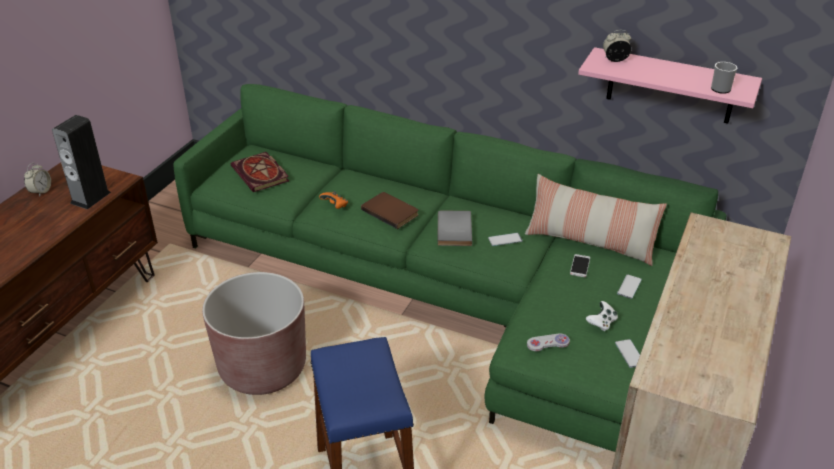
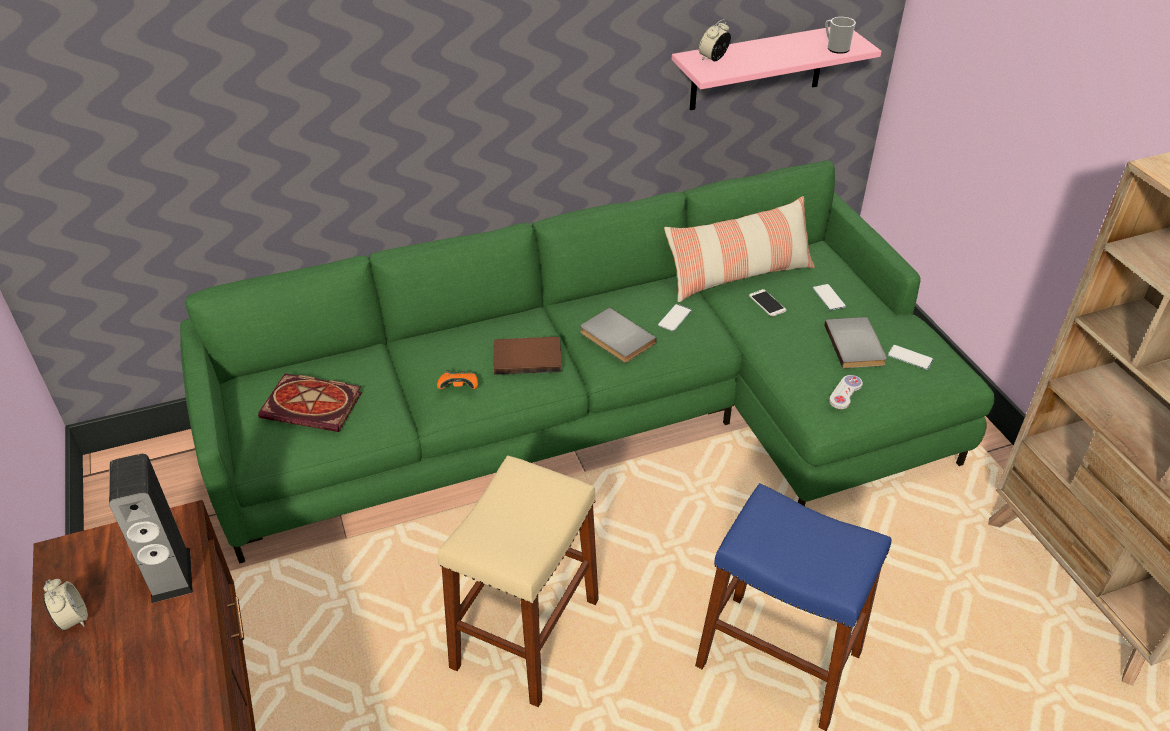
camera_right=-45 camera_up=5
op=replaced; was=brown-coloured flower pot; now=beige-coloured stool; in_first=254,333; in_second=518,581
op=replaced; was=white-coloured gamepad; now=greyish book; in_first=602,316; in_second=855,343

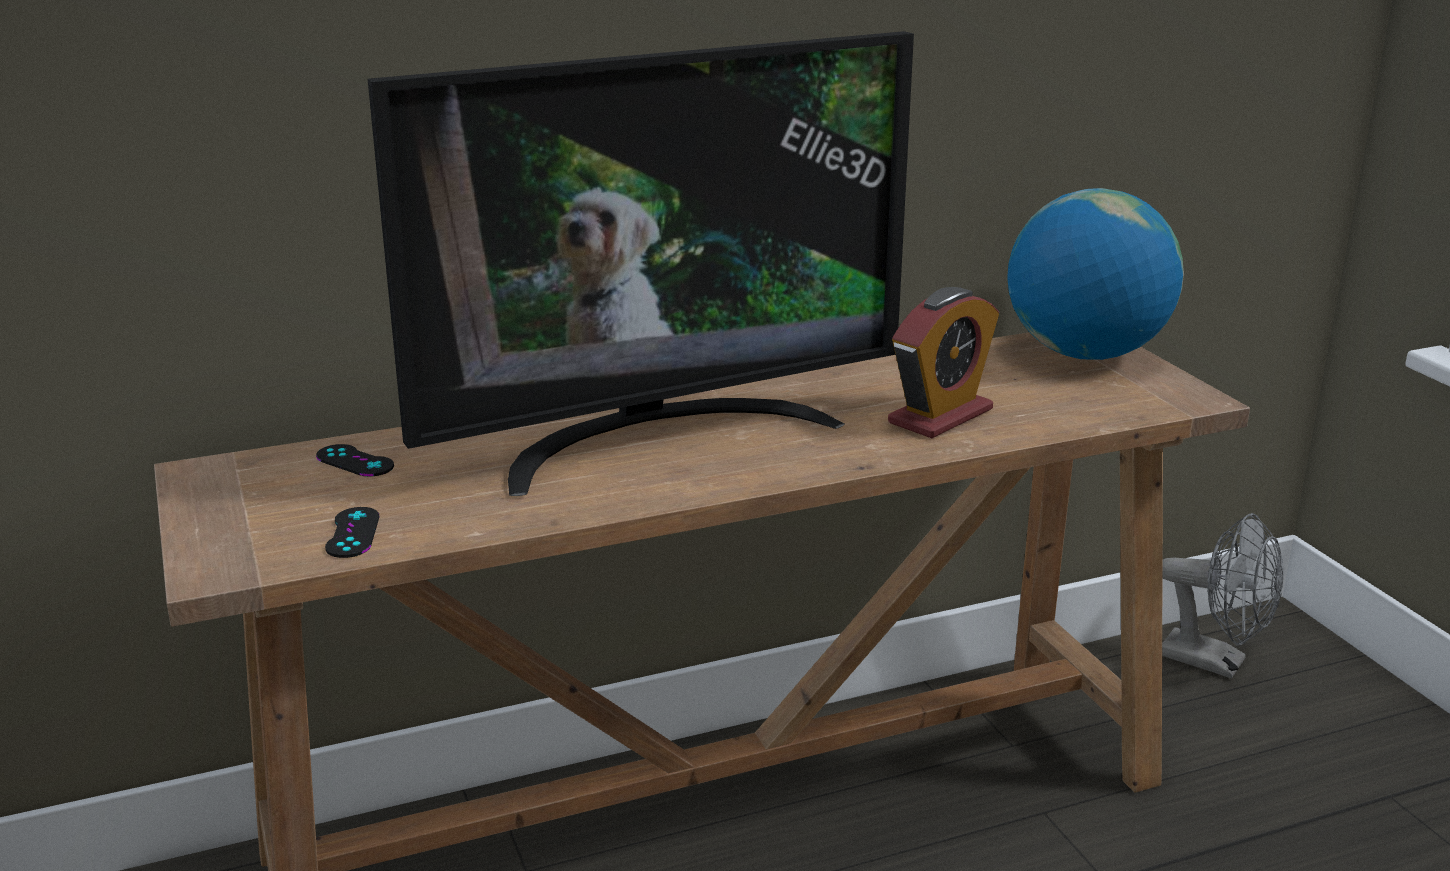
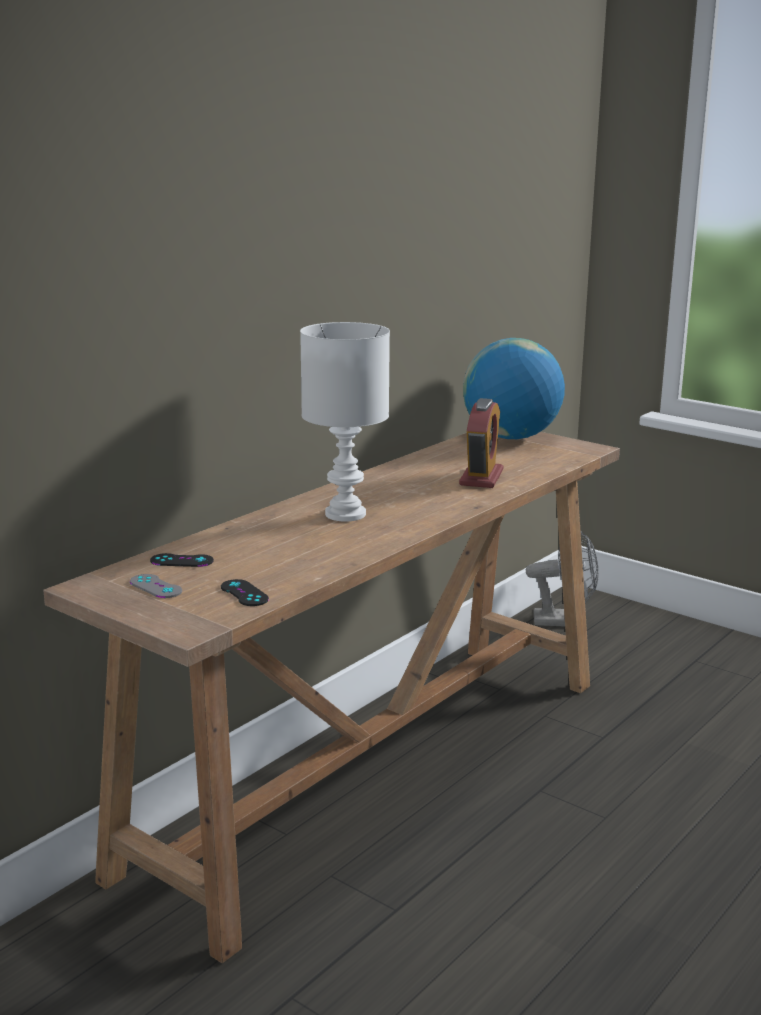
camera_right=-30 camera_up=-5
op=replaced; was=television; now=white-coloured table lamp; in_first=641,263; in_second=345,422
op=added; now=greyish gamepad; in_second=156,586

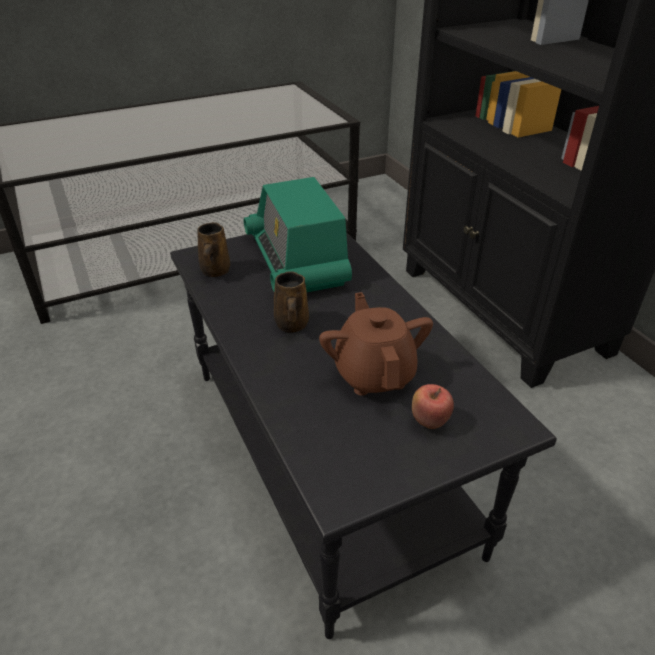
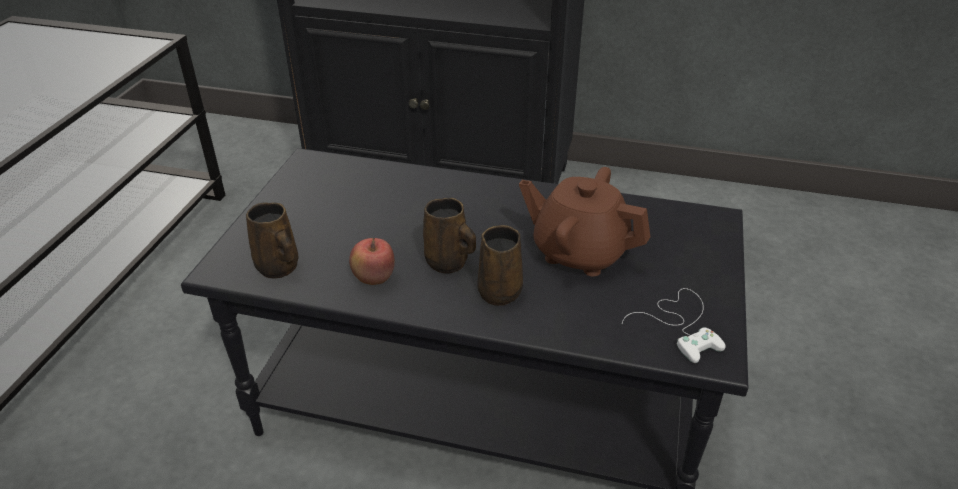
camera_right=-50 camera_up=0
op=removed; was=radio receiver; in_first=298,234
op=moved; was=apple fruit; in_first=433,406; in_second=372,261
op=added; now=brown-coloured tea mug; in_second=500,265
op=added; now=white-coloured gamepad; in_second=674,325

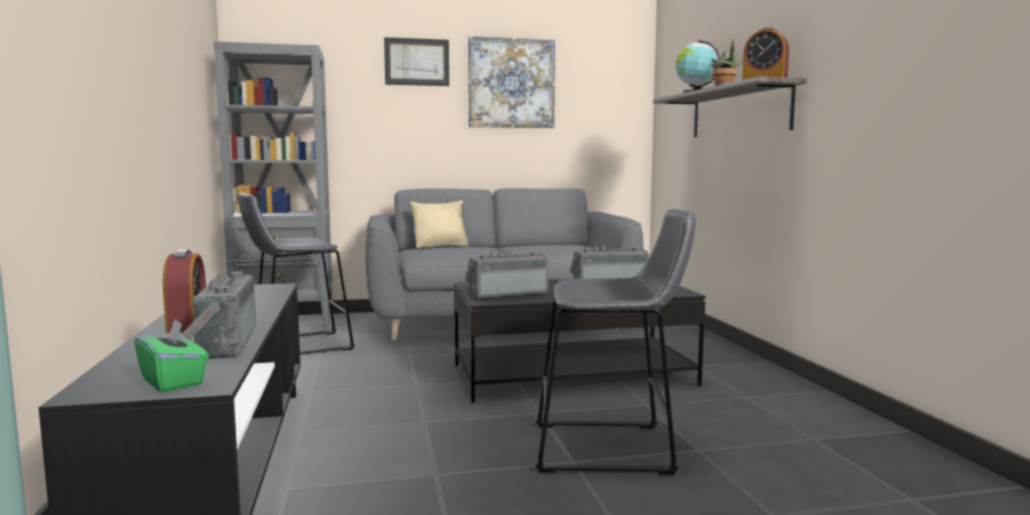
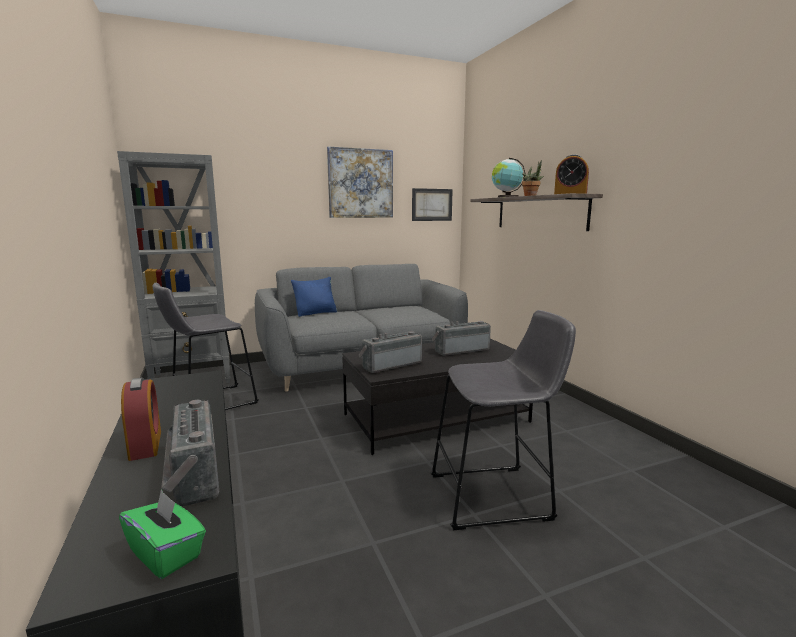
camera_right=-10 camera_up=5
op=moved; was=picture; in_first=416,61; in_second=432,204
op=recoloured; was=beige-coloured throw pillow; now=blue throw pillow; in_first=439,224; in_second=314,297

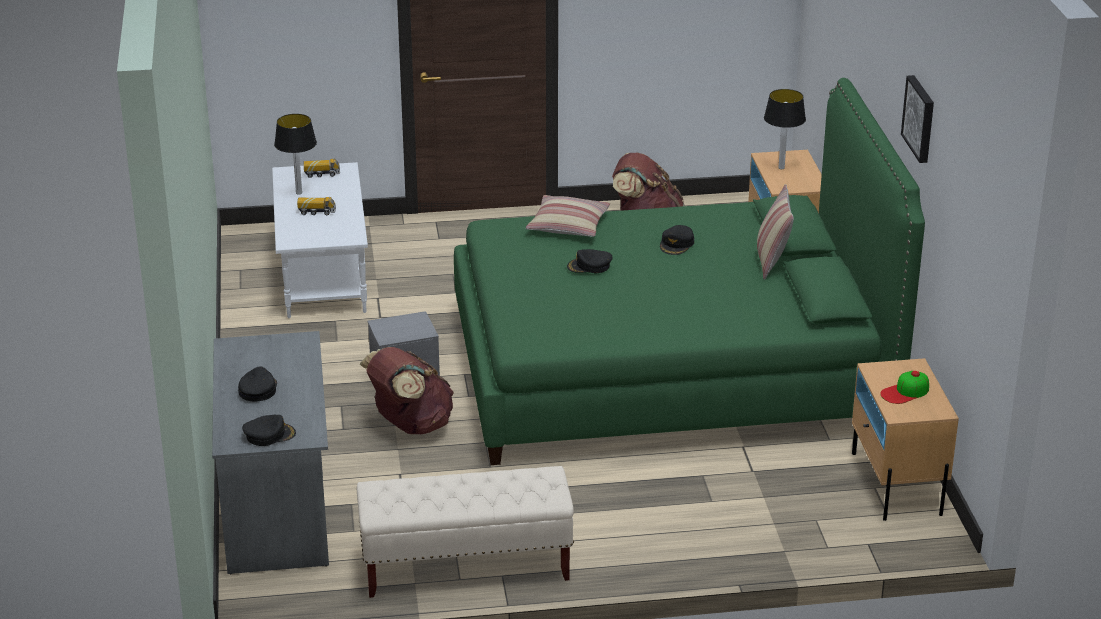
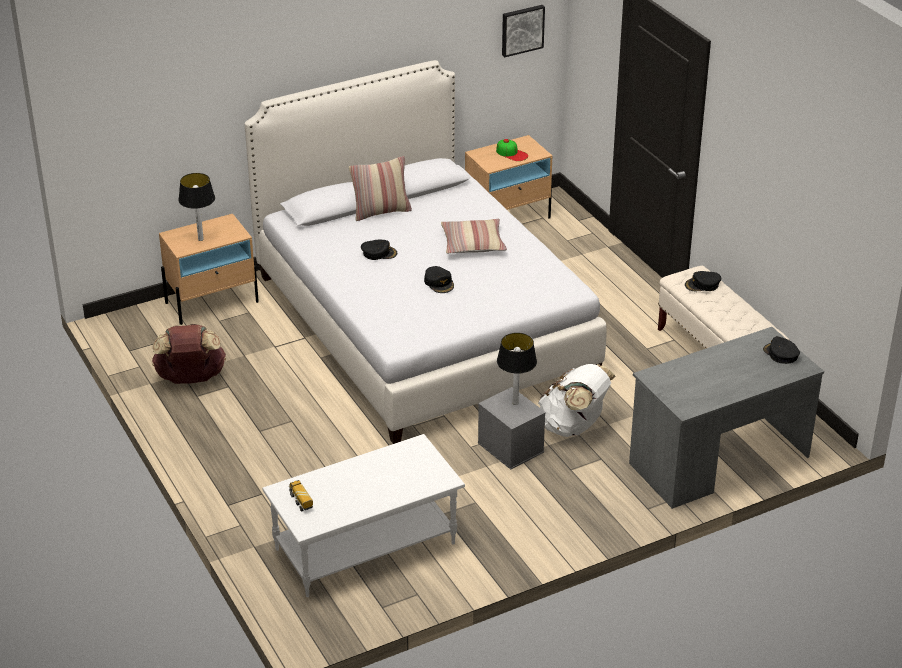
camera_right=-110 camera_up=5
op=moved; was=black cap; in_first=257,383; in_second=703,281
op=moved; was=table lamp; in_first=295,154; in_second=517,369
op=removed; was=toy truck; in_first=316,206
op=recoloured; was=brown-coloured knapsack; now=white-coloured knapsack; in_first=407,390; in_second=576,400
op=recoloured; was=green bedroom bed; now=white-coloured bedroom bed; in_first=689,271; in_second=425,252
op=moved; was=throw pillow; in_first=568,216; in_second=474,236
op=moved; was=picture; in_first=917,119; in_second=523,31

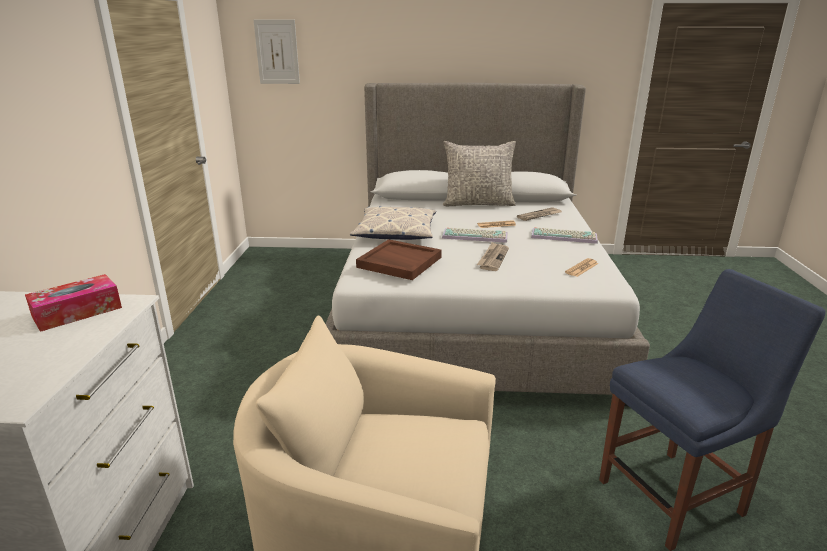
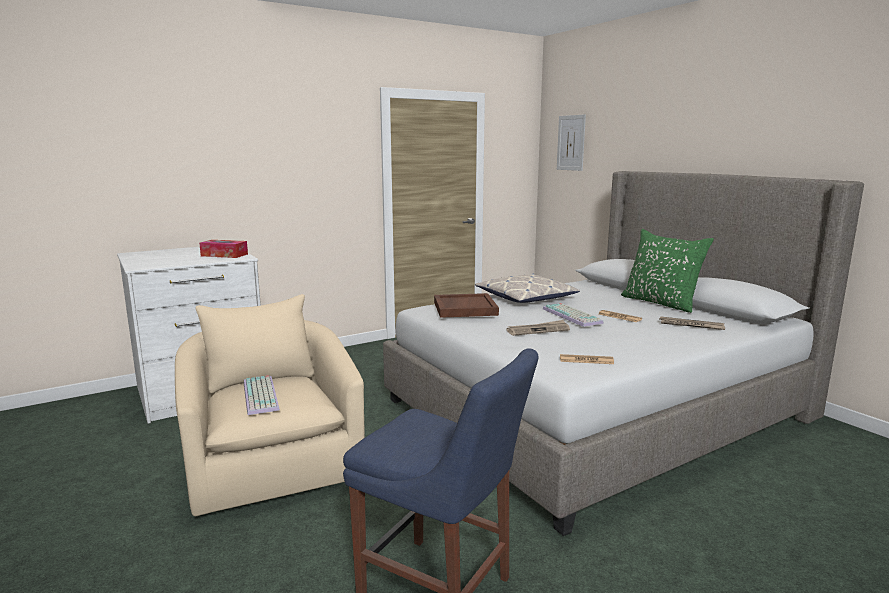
camera_right=55 camera_up=-10
op=recoloured; was=greyish throw pillow; now=green throw pillow; in_first=479,174; in_second=667,271
op=moved; was=computer keyboard; in_first=564,235; in_second=262,395

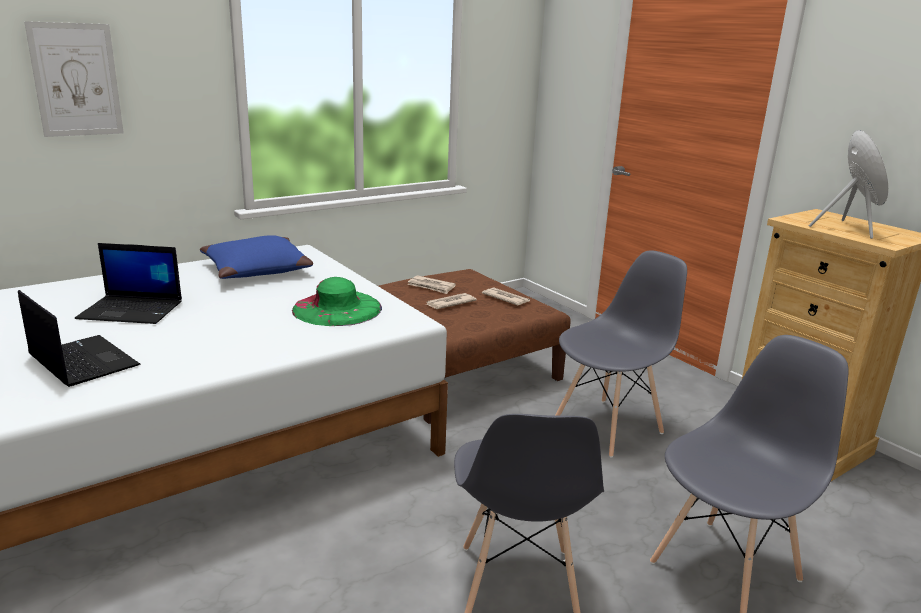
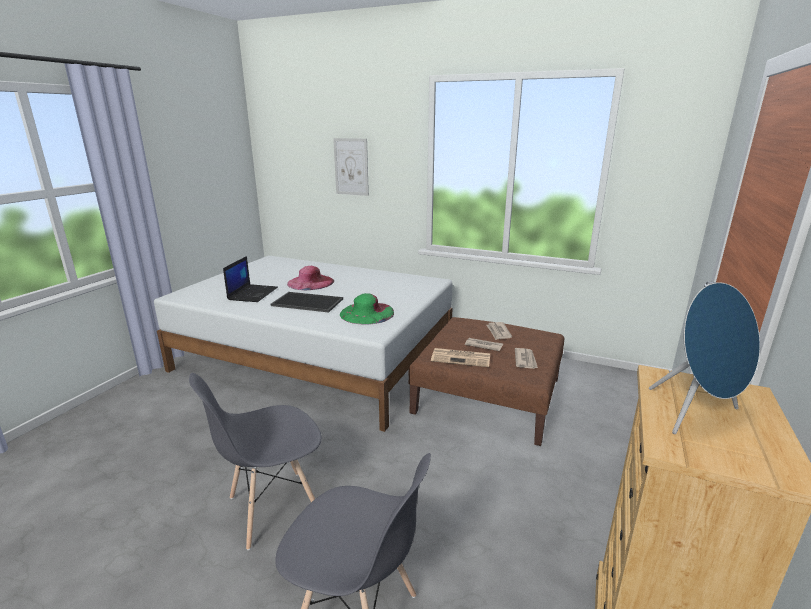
camera_right=60 camera_up=0
op=replaced; was=notebook computer; now=pink-coloured wearable hat; in_first=128,283; in_second=310,278
op=removed; was=blue throw pillow; in_first=256,257
op=removed; was=greyish plain chair; in_first=621,354
op=added; now=serving tray; in_second=307,302
op=added; now=newspaper; in_second=460,357

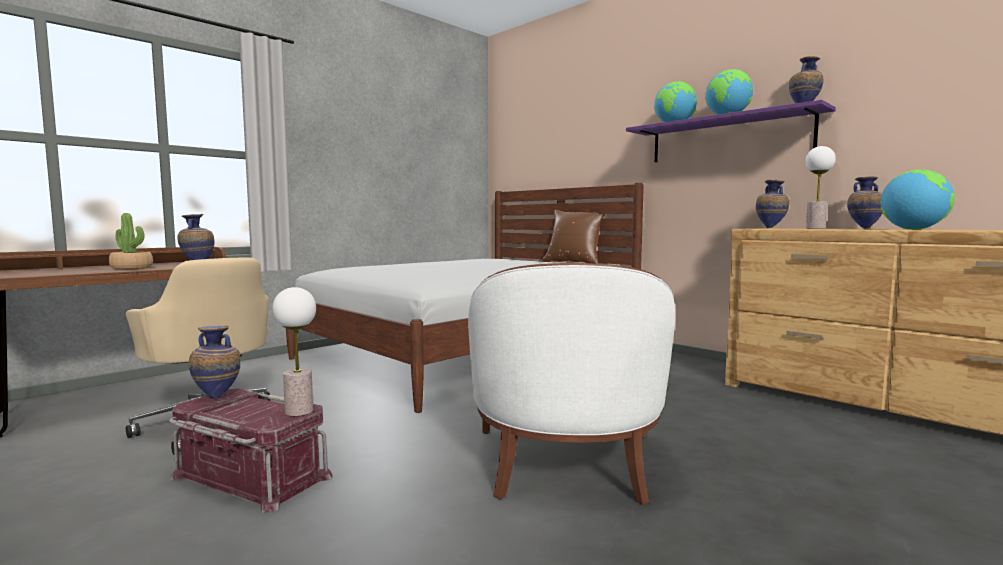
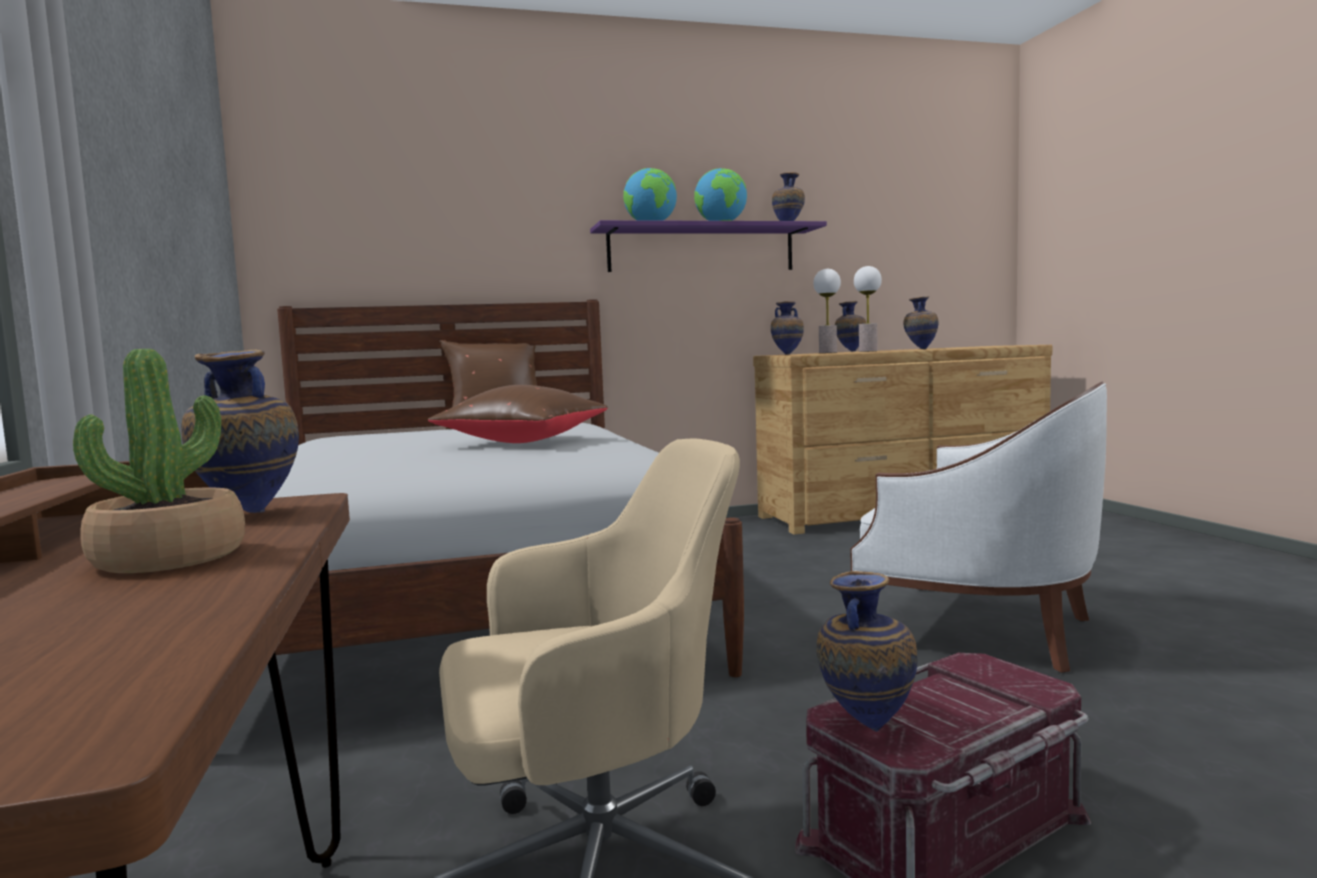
camera_right=-60 camera_up=0
op=moved; was=table lamp; in_first=294,351; in_second=868,309
op=replaced; was=desk globe; now=flower vase; in_first=918,199; in_second=921,322
op=added; now=brown-coloured throw pillow; in_second=518,414

